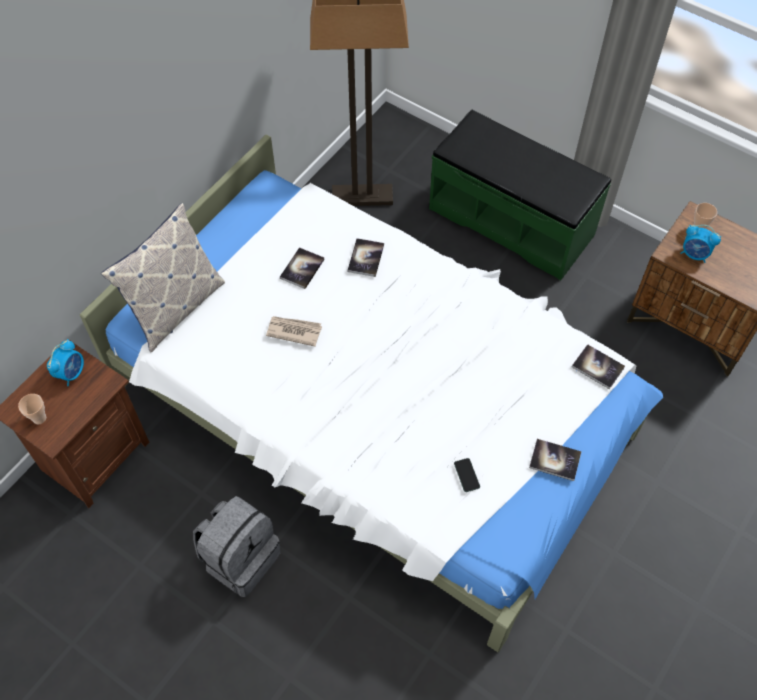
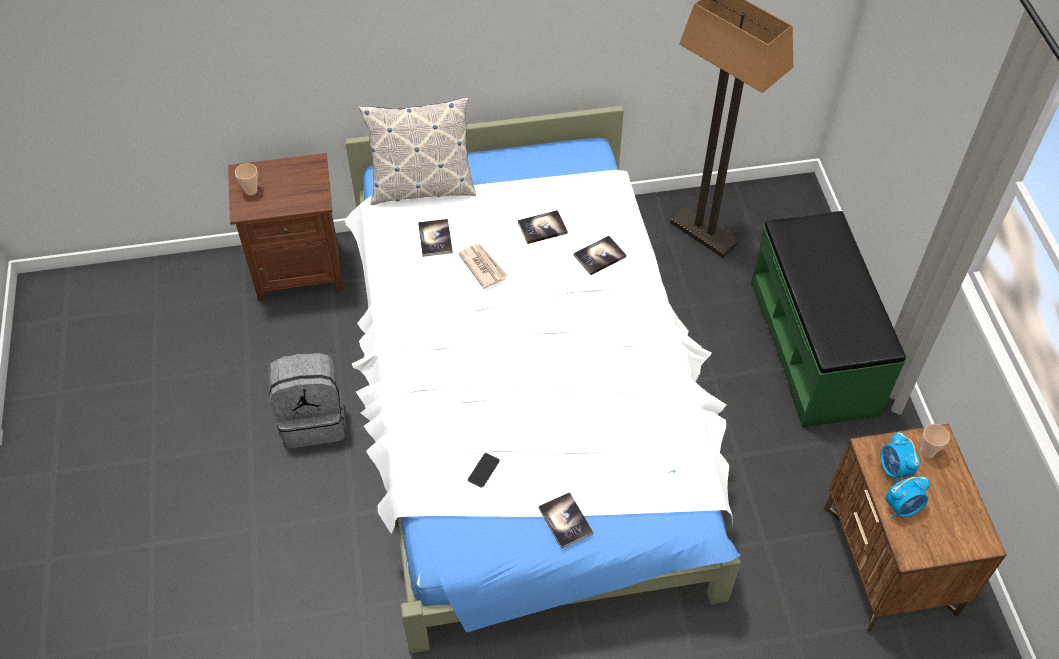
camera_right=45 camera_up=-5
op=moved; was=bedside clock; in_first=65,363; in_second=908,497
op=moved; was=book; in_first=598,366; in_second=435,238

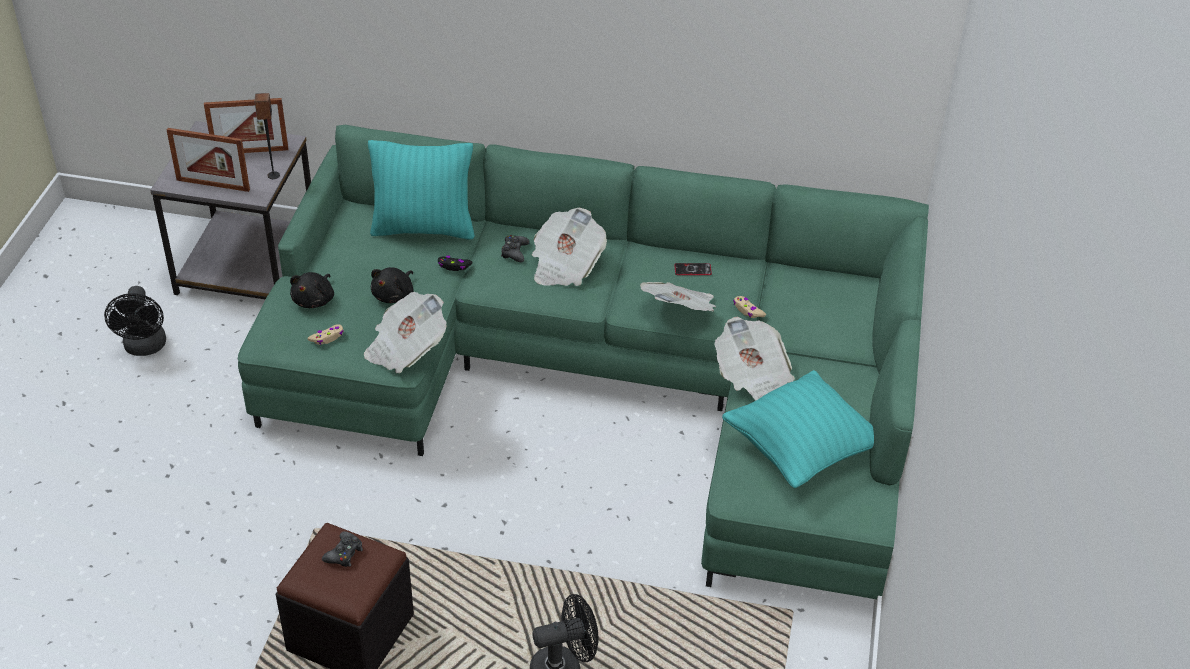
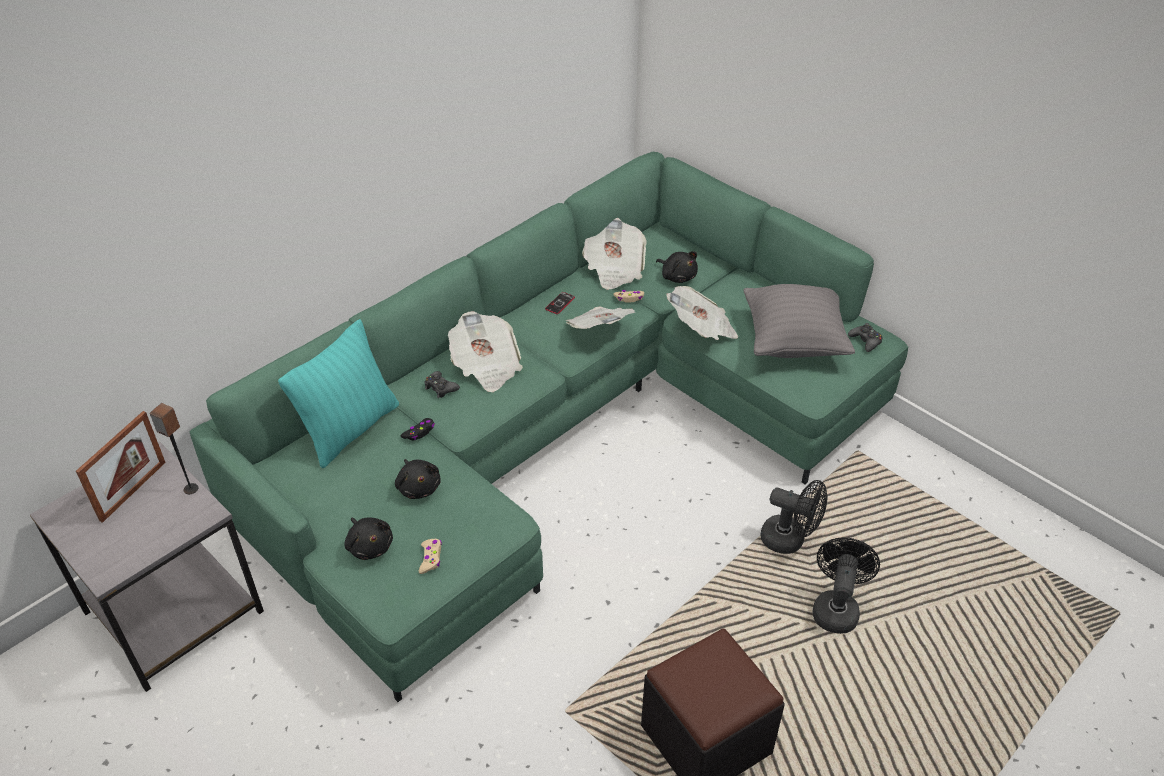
camera_right=-55 camera_up=0
op=moved; was=black fan; in_first=135,321; in_second=794,517
op=removed; was=picture frame; in_first=208,160
op=moved; was=black gamepad; in_first=342,549; in_second=865,337
op=moved; was=newspaper; in_first=405,333; in_second=614,254
op=recoloured; was=blue-green throw pillow; now=greyish throw pillow; in_first=798,429; in_second=799,321
op=added; now=black cuddly toy; in_second=677,267

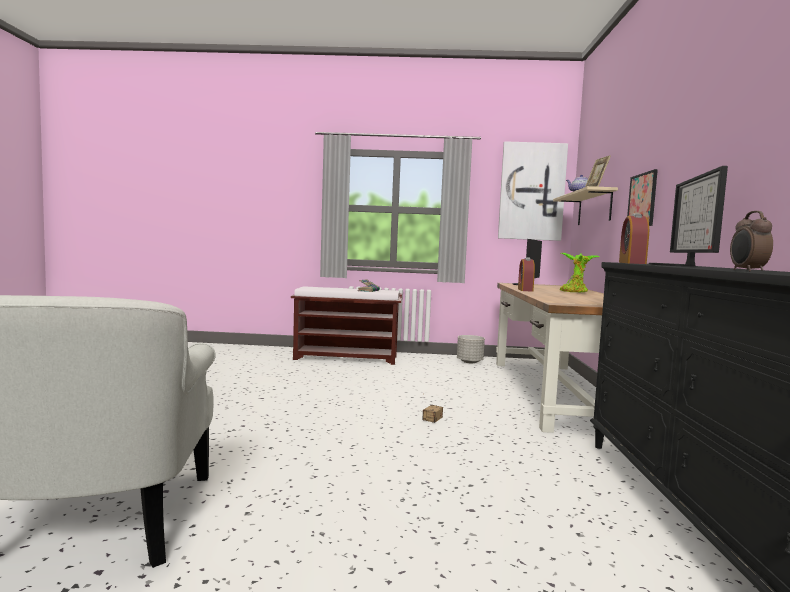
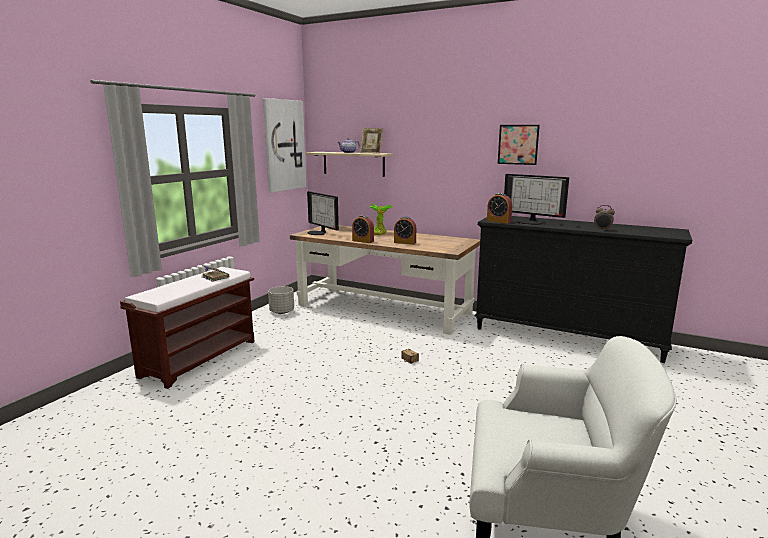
camera_right=-65 camera_up=10
op=moved; was=picture; in_first=642,197; in_second=519,145
op=added; now=bedside clock; in_second=405,230

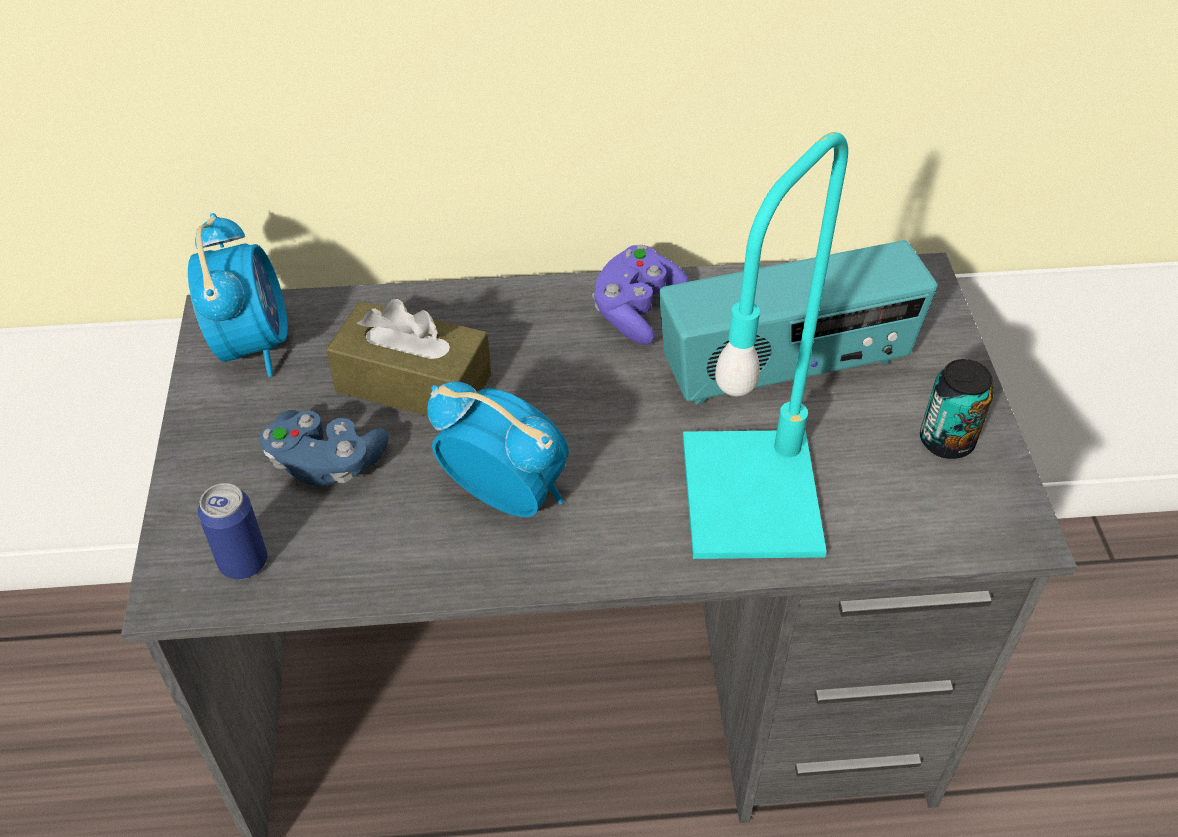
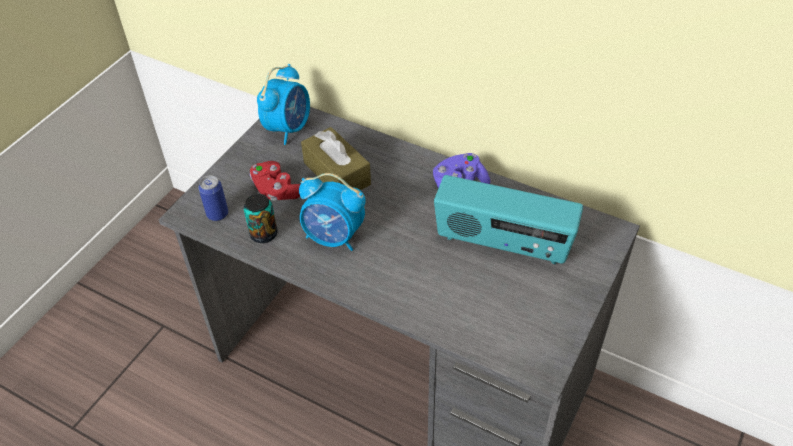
camera_right=35 camera_up=0
op=recoloured; was=blue gamepad; now=red gamepad; in_first=324,448; in_second=275,181
op=turned; was=bedside clock; in_first=498,449; in_second=332,212; clockwise=135
op=removed; was=blue-green table lamp; in_first=765,345
op=moved; was=metal can; in_first=957,409; in_second=260,218

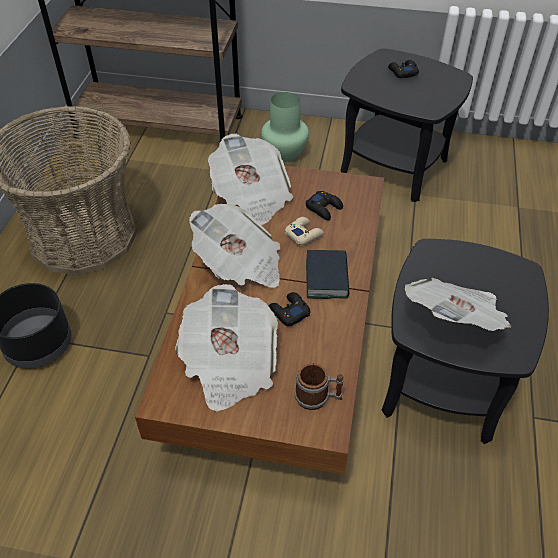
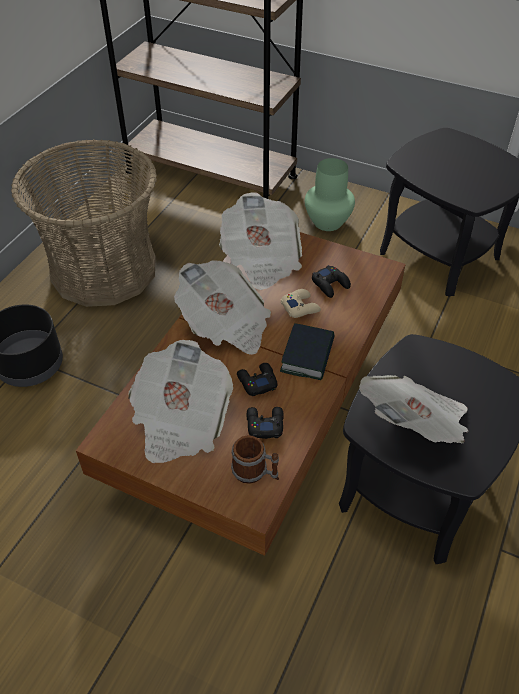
camera_right=15 camera_up=0
op=moved; was=black gamepad; in_first=403,69; in_second=265,423

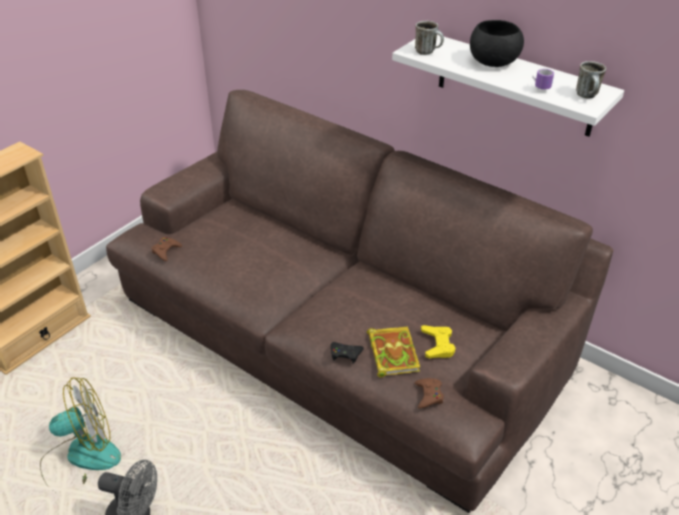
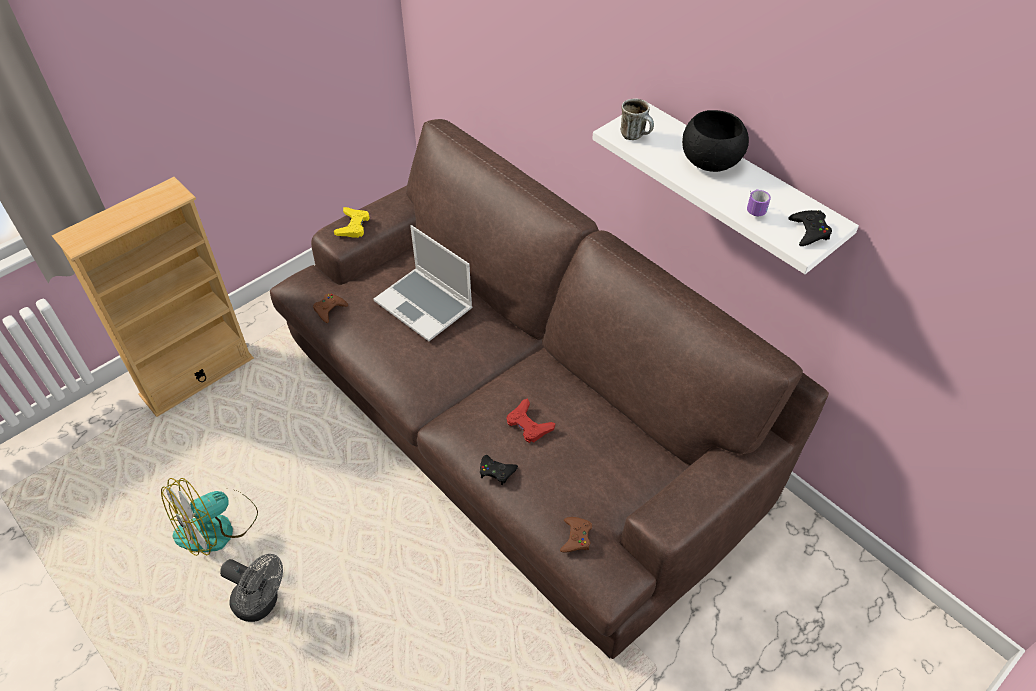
camera_right=10 camera_up=10
op=turned; was=fan; in_first=80,432; in_second=209,517; clockwise=150
op=removed; was=book; in_first=393,351
op=moved; was=yellowish gamepad; in_first=438,341; in_second=352,222
op=replaced; was=tea mug; now=black gamepad; in_first=591,80; in_second=810,228
op=added; now=notebook computer; in_second=423,283
op=added; now=red gamepad; in_second=530,420

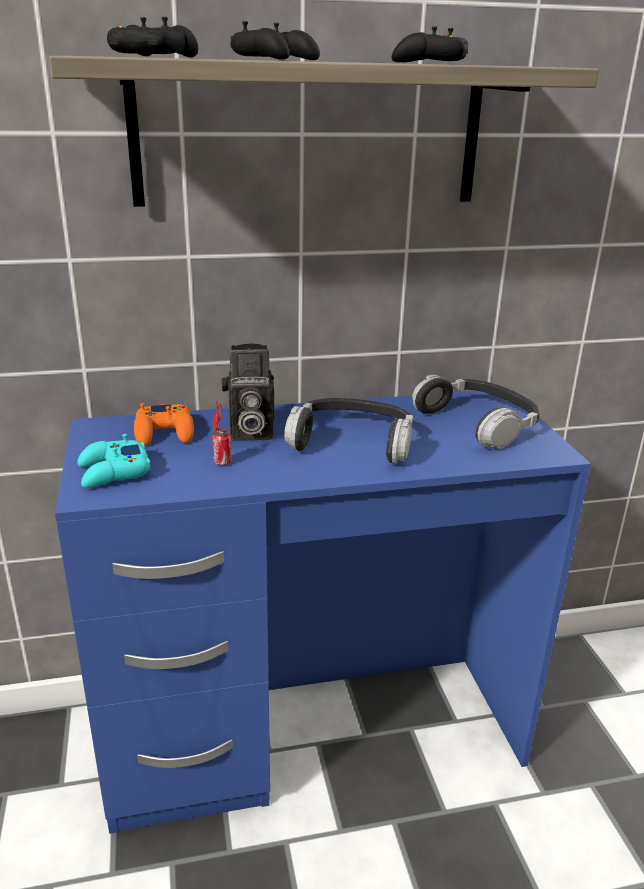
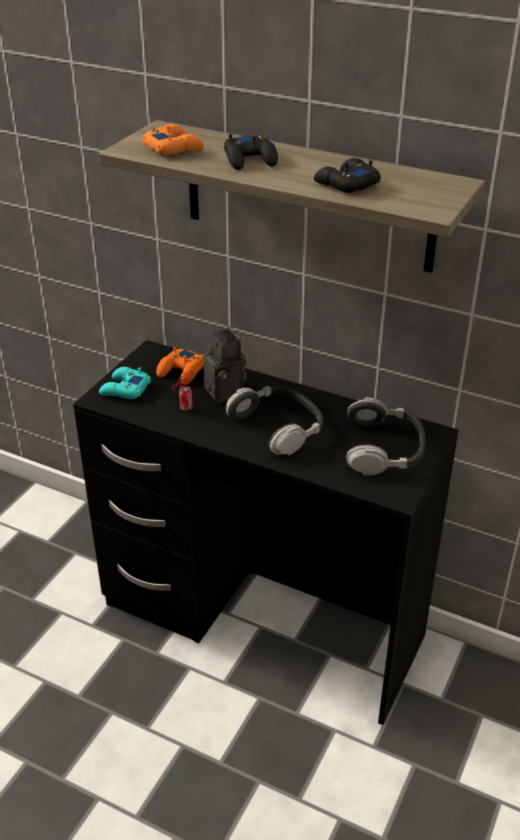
camera_right=40 camera_up=10
op=recoloured; was=blue desk unit; now=black desk unit; in_first=323,612; in_second=266,532
op=recoloured; was=black gamepad; now=orangey gamepad; in_first=152,37; in_second=173,139
op=turned; was=still camera; in_first=247,392; in_second=225,364; clockwise=-150

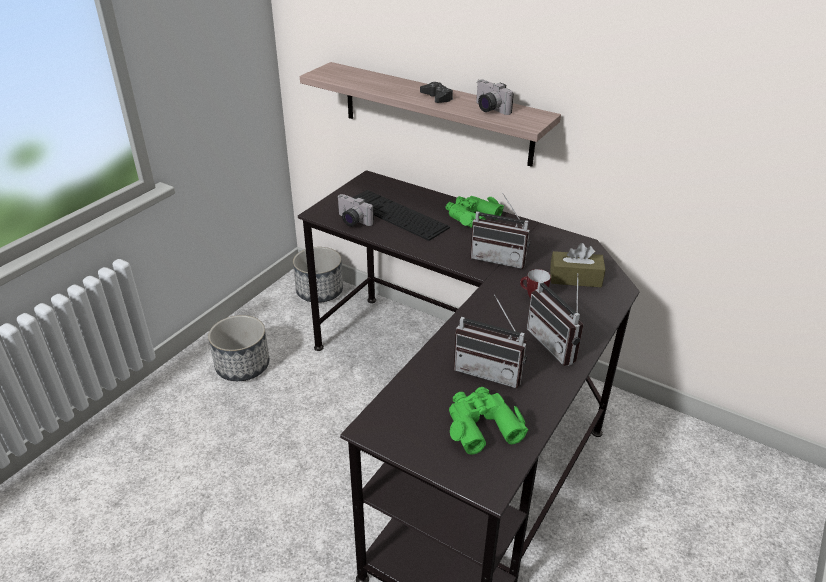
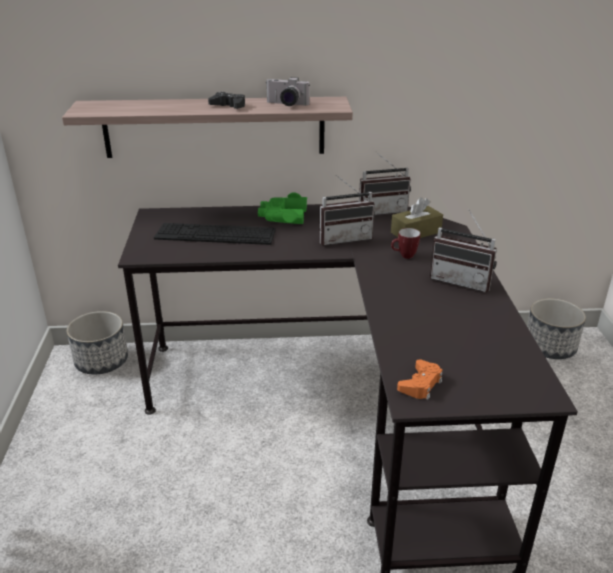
camera_right=-35 camera_up=-5
op=moved; was=flower pot; in_first=238,348; in_second=556,328
op=removed; was=still camera; in_first=356,210
op=removed; was=green pair of binoculars; in_first=488,421
op=moved; was=radio receiver; in_first=490,341; in_second=385,183
op=added; now=orangey gamepad; in_second=420,379

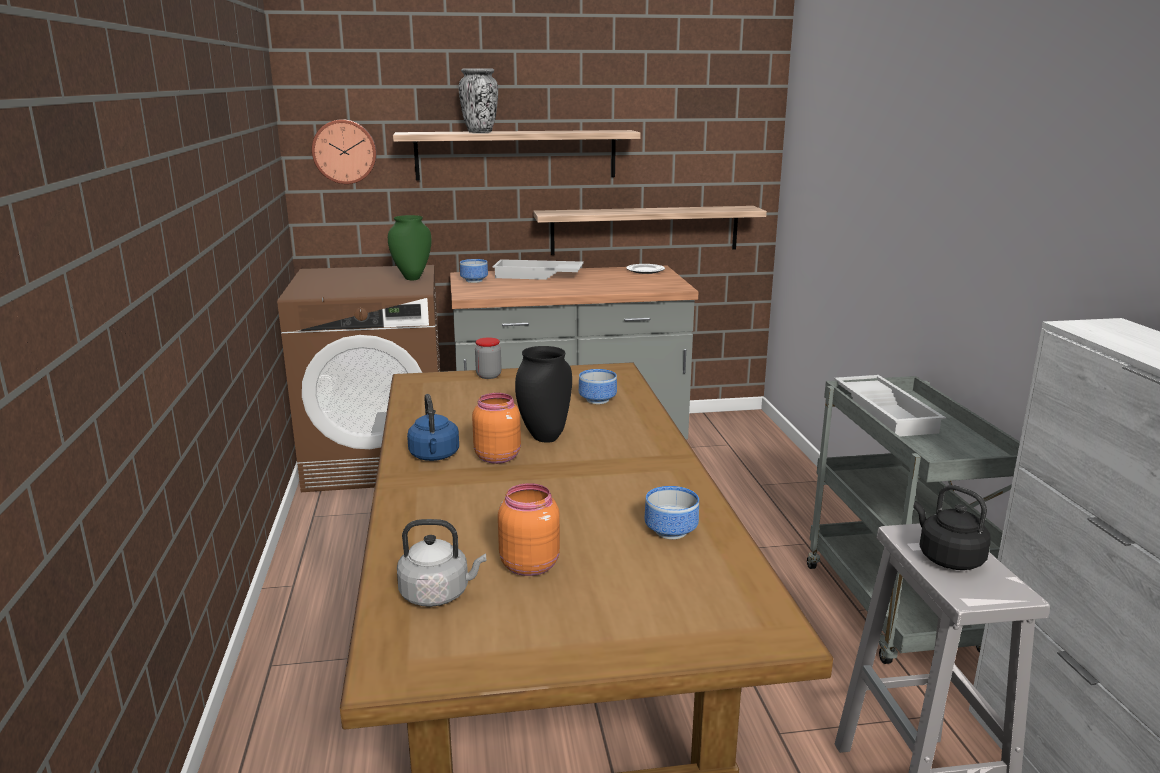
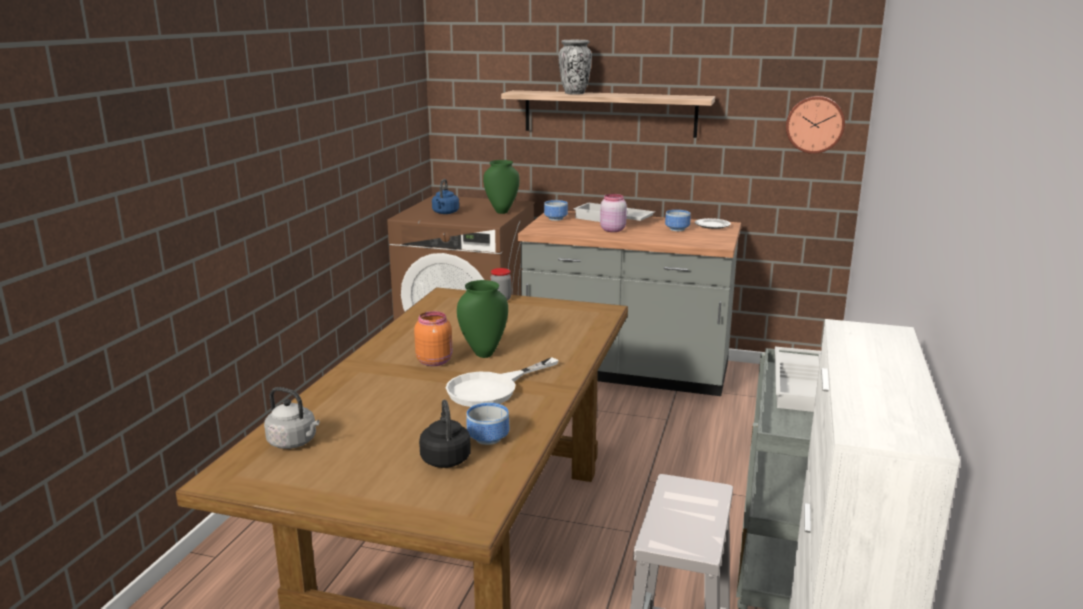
camera_right=25 camera_up=0
op=moved; was=wall clock; in_first=344,151; in_second=815,125
op=moved; was=blue tea kettle; in_first=433,427; in_second=445,196
op=removed; was=orangey storage jar; in_first=529,529
op=recoloured; was=black flower vase; now=green flower vase; in_first=543,394; in_second=482,319
op=removed; was=wall shelf; in_first=650,230
op=moved; was=bowl; in_first=598,386; in_second=678,220
op=moved; was=black tea kettle; in_first=952,527; in_second=445,434
op=added; now=white-coloured pan; in_second=502,382
op=added; now=pink-coloured storage jar; in_second=613,213

